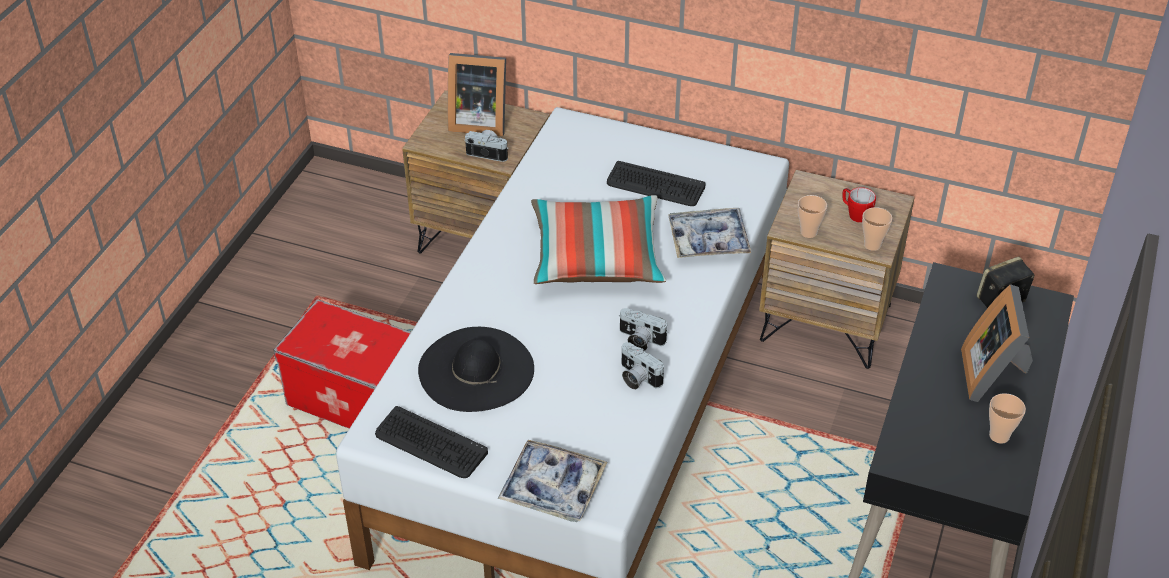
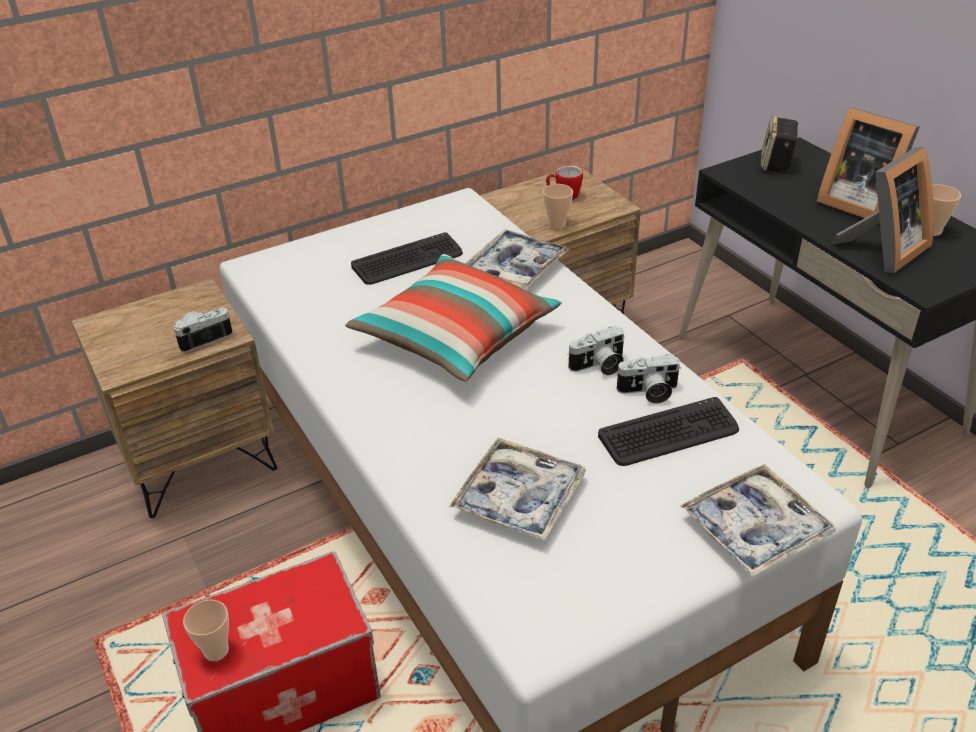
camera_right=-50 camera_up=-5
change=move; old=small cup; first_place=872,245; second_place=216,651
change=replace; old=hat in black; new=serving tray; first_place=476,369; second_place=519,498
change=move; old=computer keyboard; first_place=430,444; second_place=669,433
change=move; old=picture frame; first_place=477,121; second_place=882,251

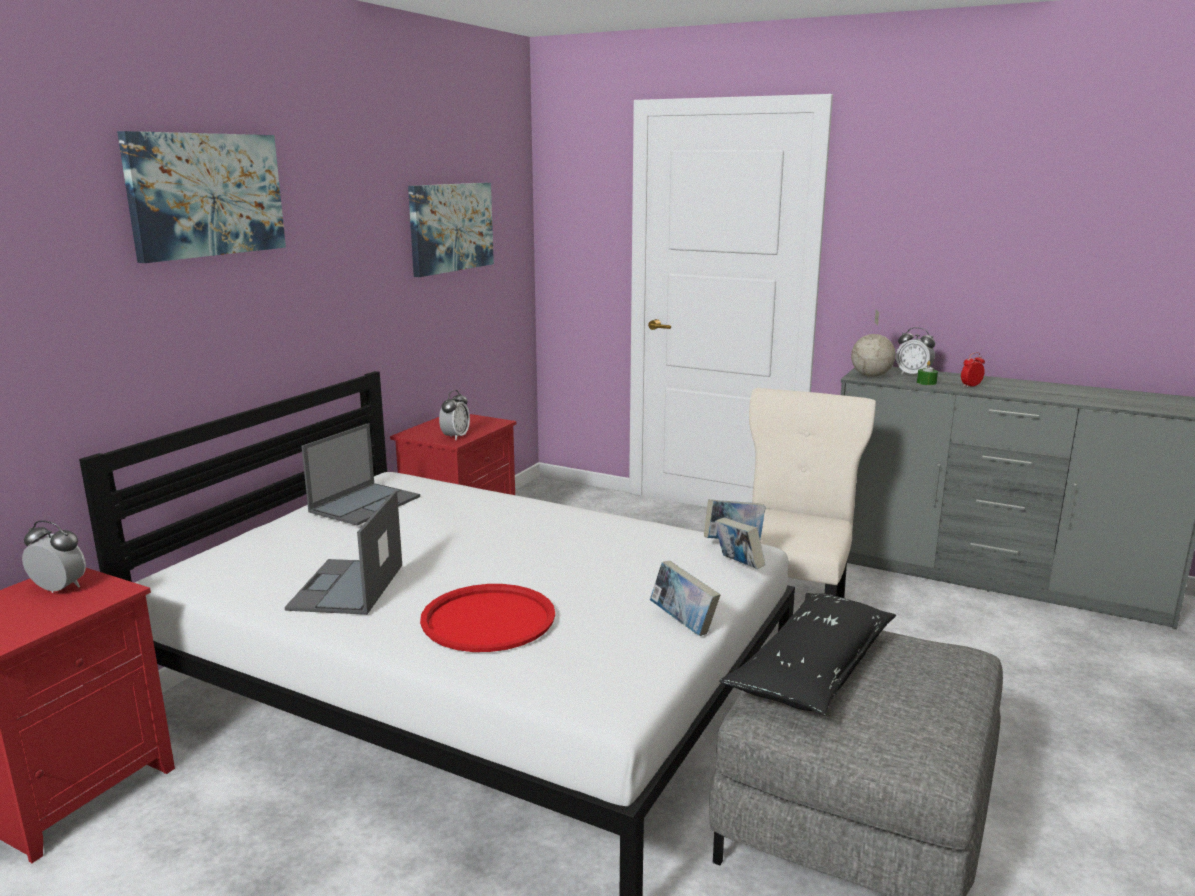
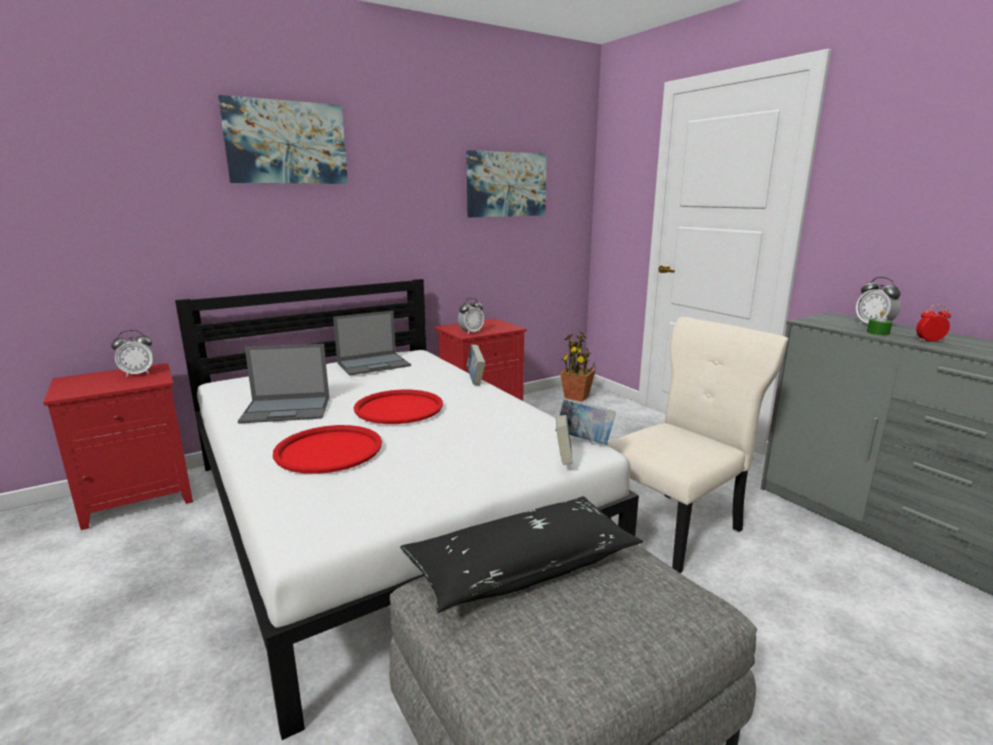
camera_right=30 camera_up=0
change=rotate; old=bedside clock; first_place=59,589; second_place=138,374; degrees=105
change=rotate; old=laptop; first_place=347,588; second_place=287,409; degrees=-135
change=insert; new=serving tray in reddish; second_place=399,408
change=move; old=book; first_place=683,623; second_place=475,380
change=insert; new=potted plant; second_place=577,397
change=delete; old=world globe; first_place=871,376

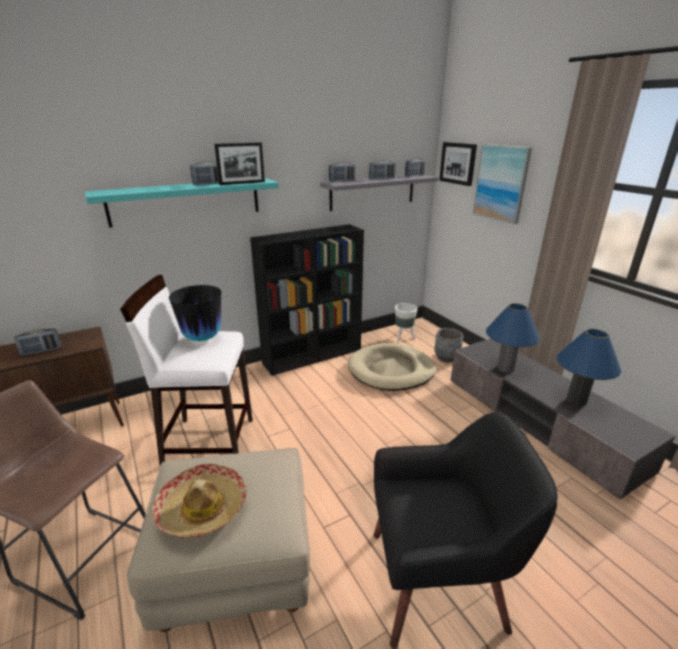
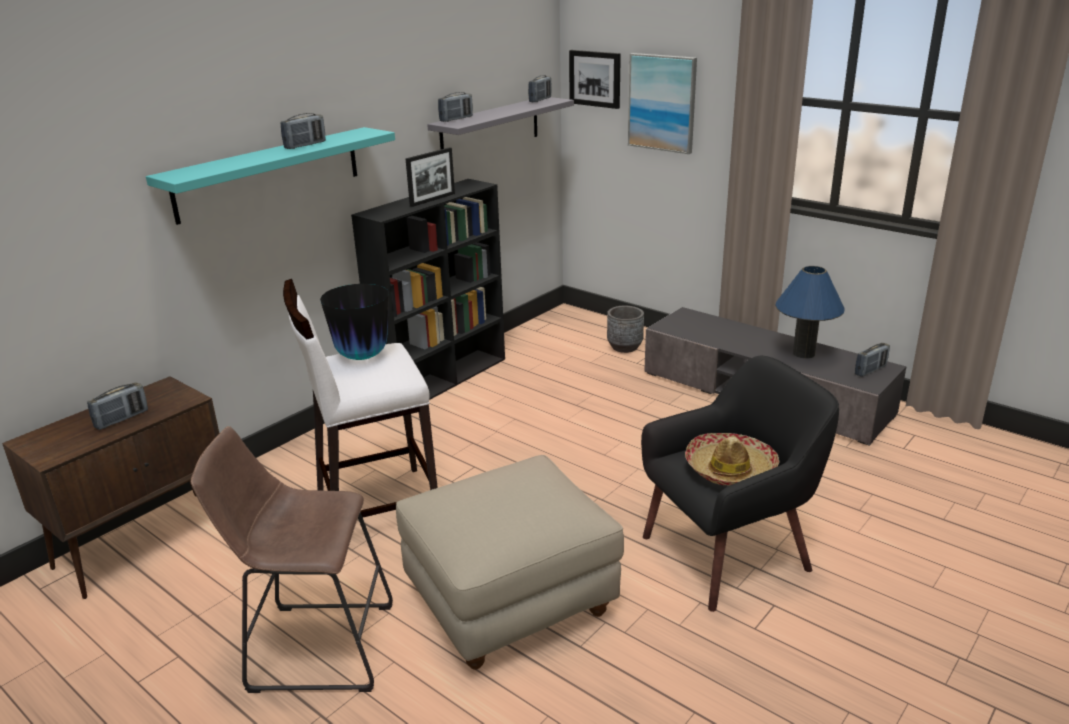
camera_right=-20 camera_up=0
change=move; old=picture frame; first_place=242,183; second_place=432,200
change=move; old=hat; first_place=203,508; second_place=730,469
change=move; old=radio receiver; first_place=382,178; second_place=870,370
change=delete; old=dog cushion in beige-coloured; first_place=391,370
change=delete; old=plant pot in white-coloured; first_place=403,337
change=delete; old=table lamp in bluish; first_place=505,368

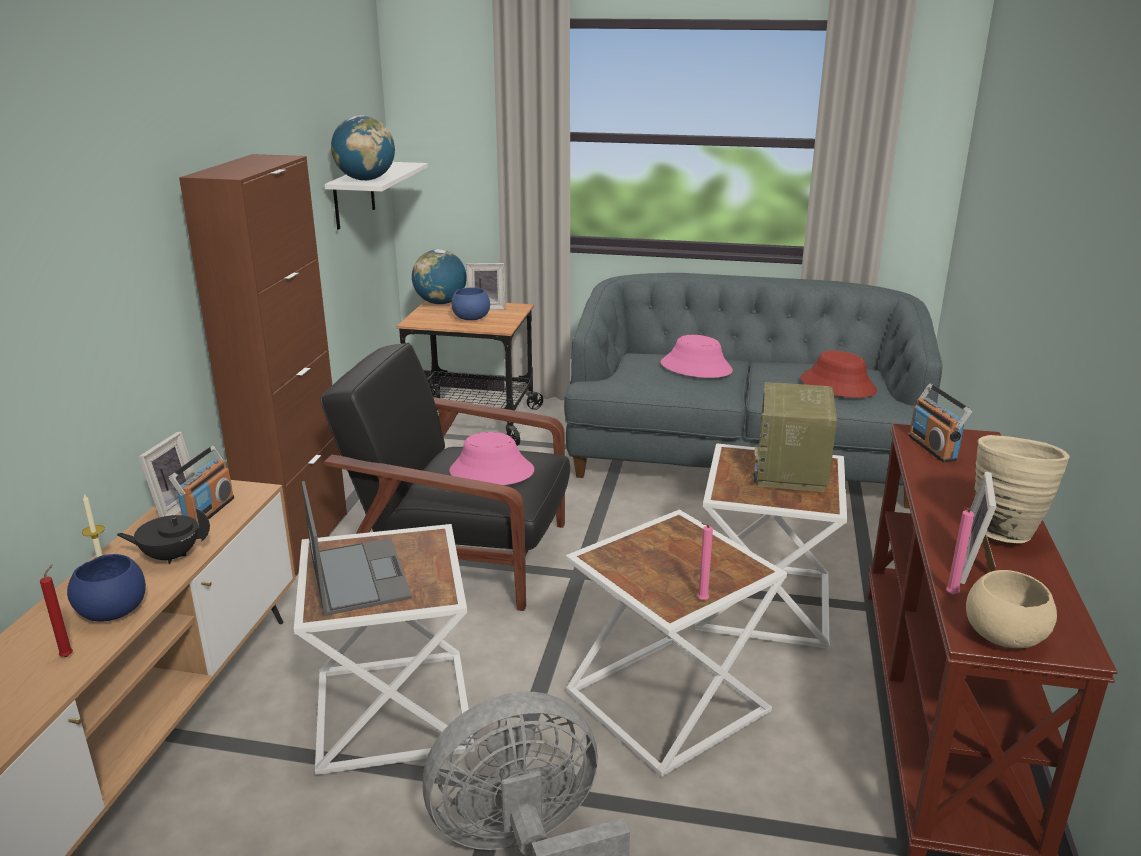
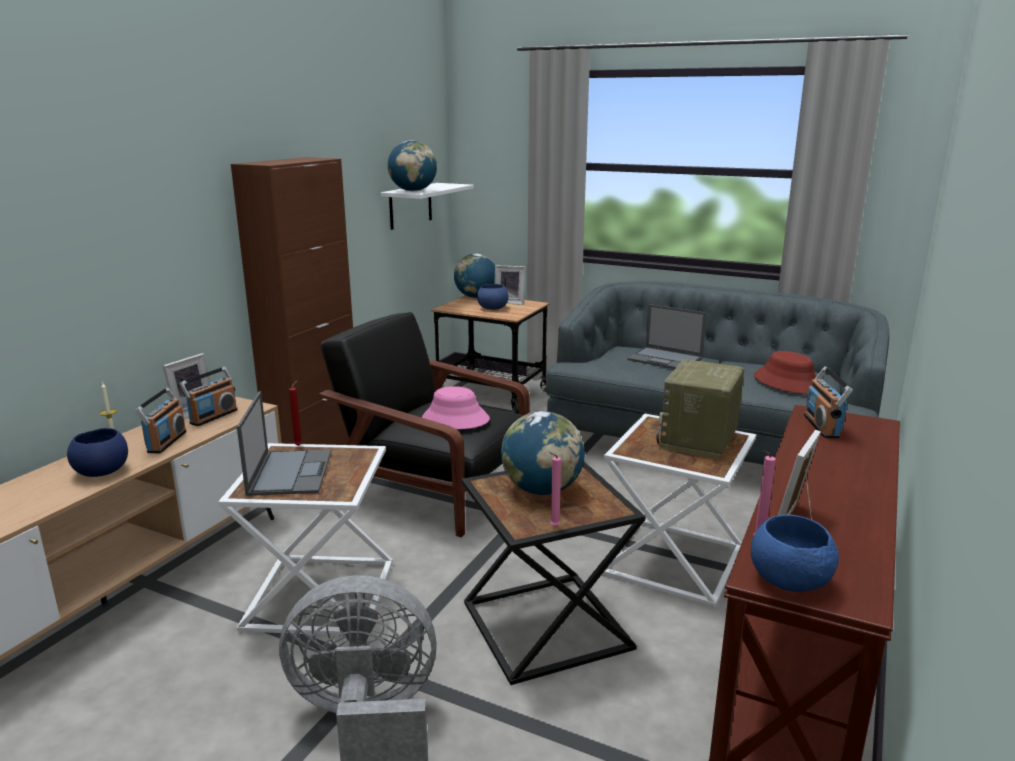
camera_right=15 camera_up=-5
change=replace; old=pot for tea in black; new=radio receiver; first_place=170,556; second_place=166,442
change=move; old=wax light in reddish; first_place=69,655; second_place=299,445
change=recolor; old=accent table in white-coloured; new=accent table in black; first_place=671,702; second_place=549,627
change=insert; new=world globe; second_place=542,490
change=replace; old=hat in pink; new=laptop; first_place=696,367; second_place=666,359
change=recolor; old=deep dish in beige-coloured; new=deep dish in bluish; first_place=1003,637; second_place=788,582
change=delete; old=vase in beige-coloured; first_place=1003,531

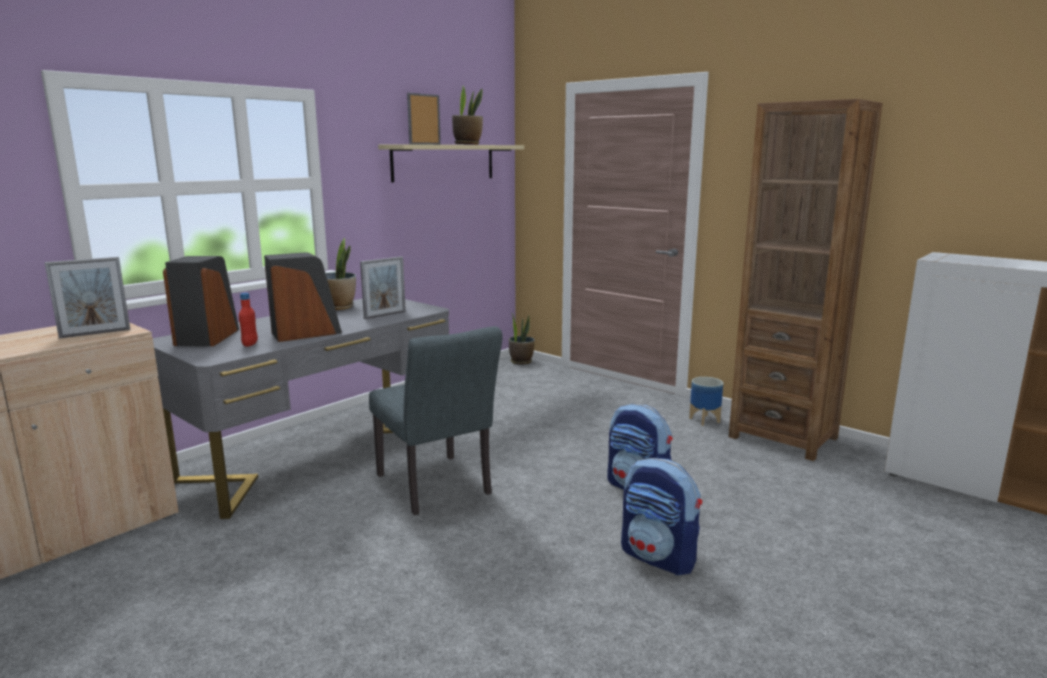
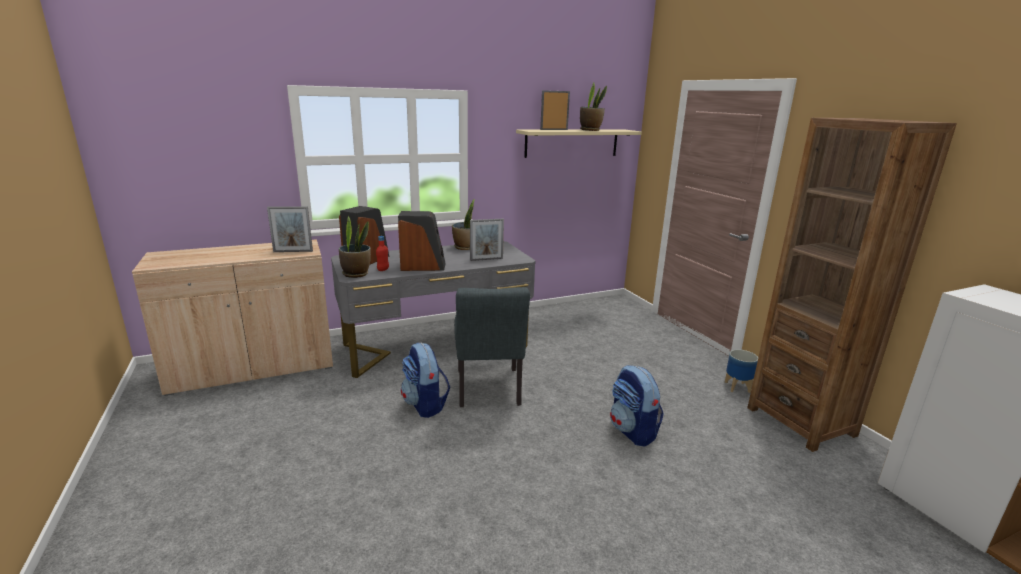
camera_right=25 camera_up=5
change=move; old=potted plant; first_place=521,361; second_place=356,274
change=move; old=backpack; first_place=659,557; second_place=425,405

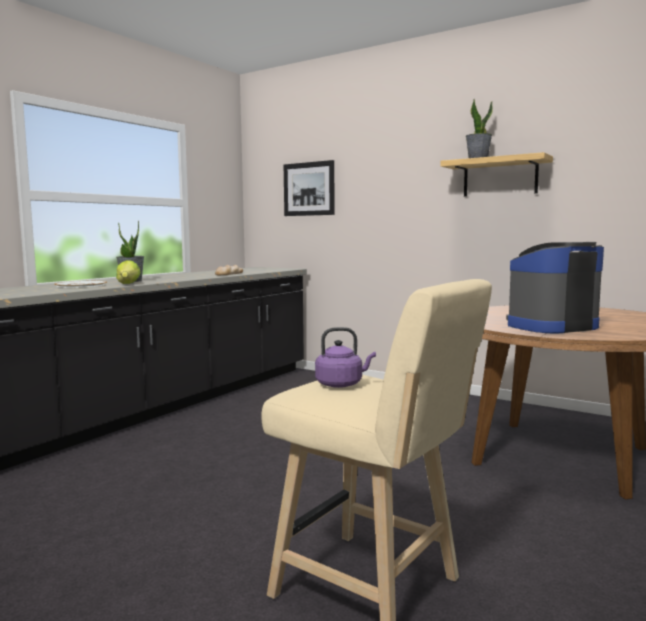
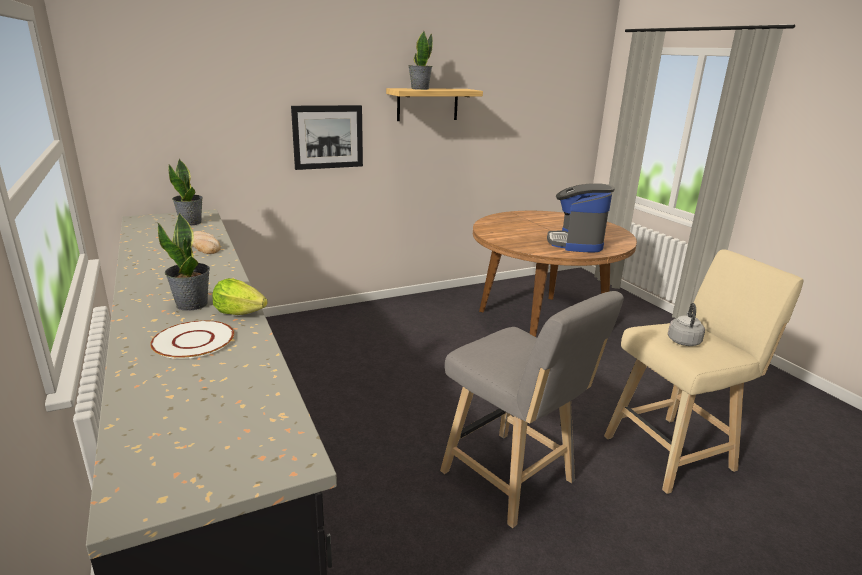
camera_right=-60 camera_up=15
change=insert; new=potted plant; second_place=191,222
change=move; old=picture; first_place=309,189; second_place=328,137
change=insert; new=stool in grey; second_place=512,481
change=recolor; old=water kettle in purplish; new=water kettle in grey; first_place=341,384; second_place=683,340

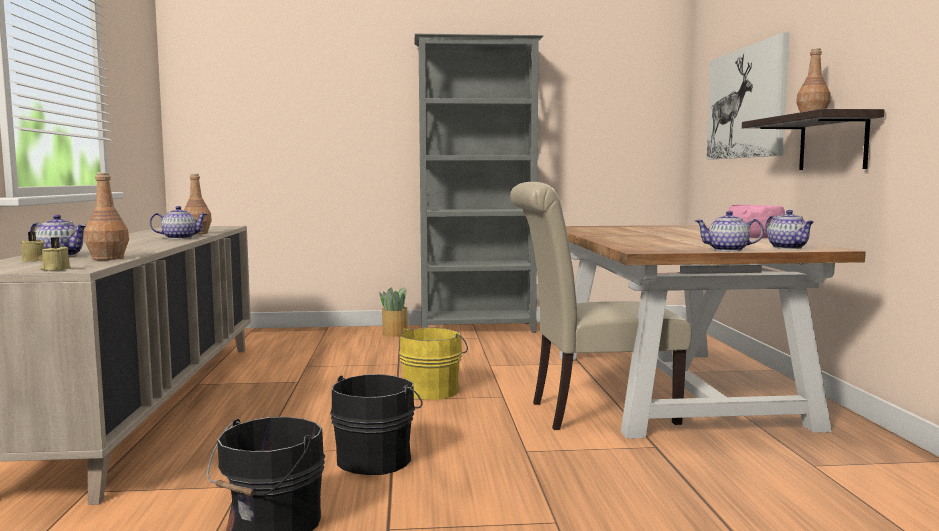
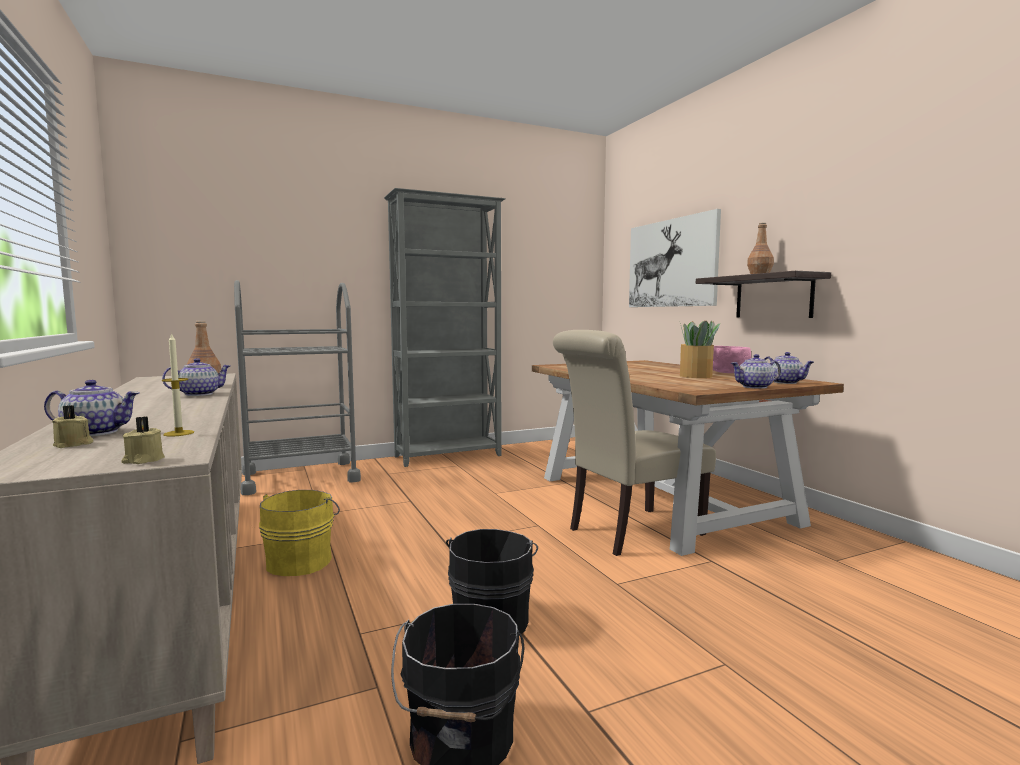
camera_right=-20 camera_up=0
change=replace; old=drink bottle in brown-coloured; new=wax light; first_place=108,258; second_place=179,433
change=insert; new=cart in grey; second_place=300,477
change=move; old=bucket in yellow; first_place=433,390; second_place=301,561
change=move; old=potted plant; first_place=395,333; second_place=695,376

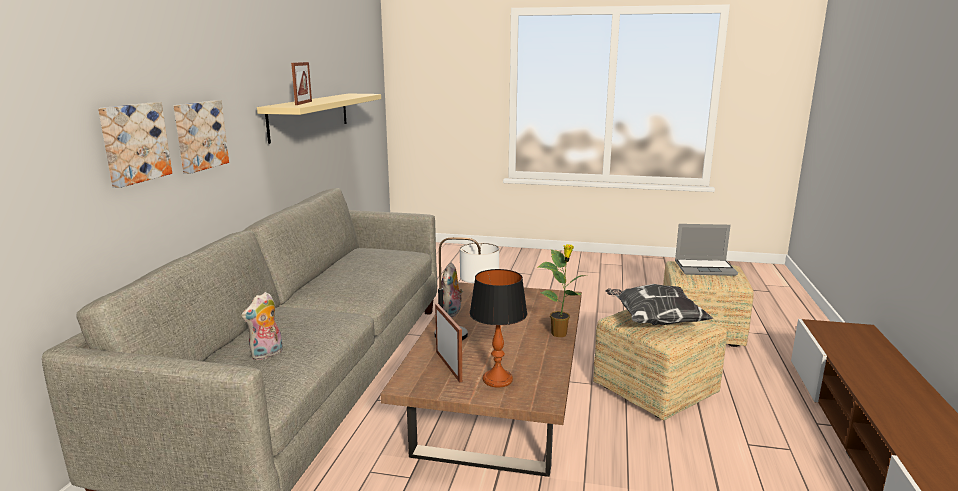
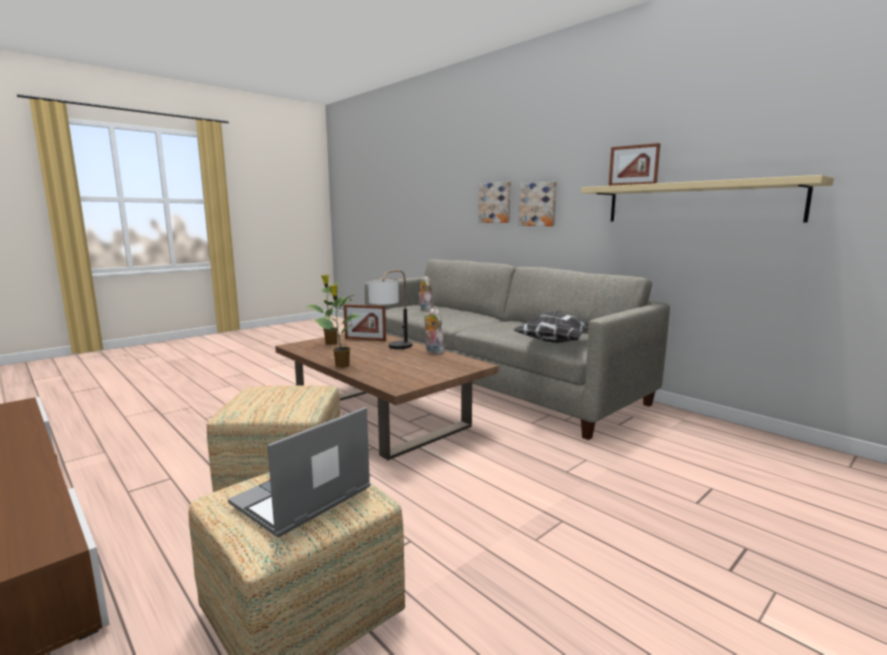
camera_right=125 camera_up=-5
change=replace; old=table lamp; new=potted plant; first_place=497,379; second_place=330,343
change=move; old=pillow; first_place=654,321; second_place=557,343

